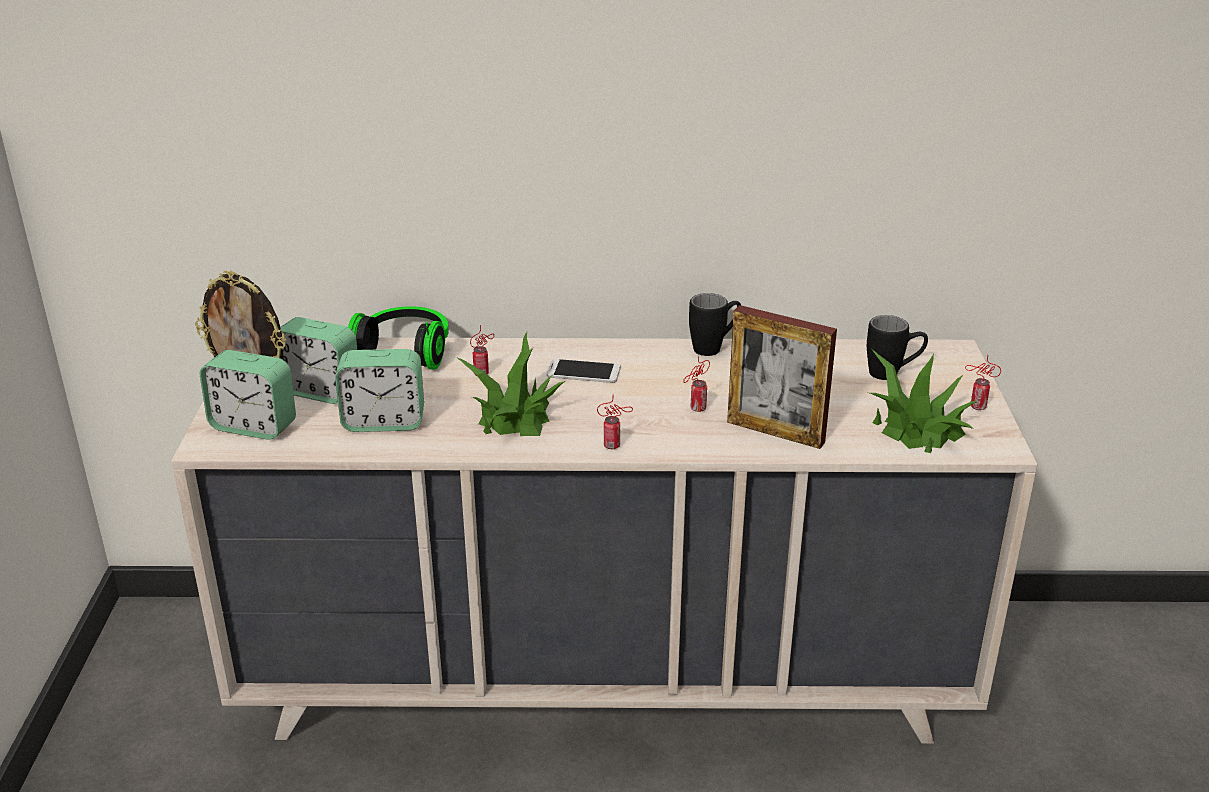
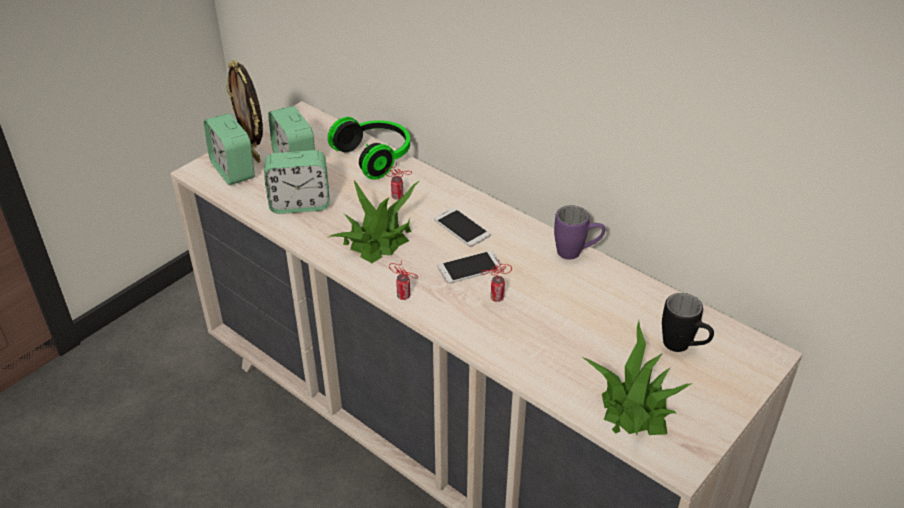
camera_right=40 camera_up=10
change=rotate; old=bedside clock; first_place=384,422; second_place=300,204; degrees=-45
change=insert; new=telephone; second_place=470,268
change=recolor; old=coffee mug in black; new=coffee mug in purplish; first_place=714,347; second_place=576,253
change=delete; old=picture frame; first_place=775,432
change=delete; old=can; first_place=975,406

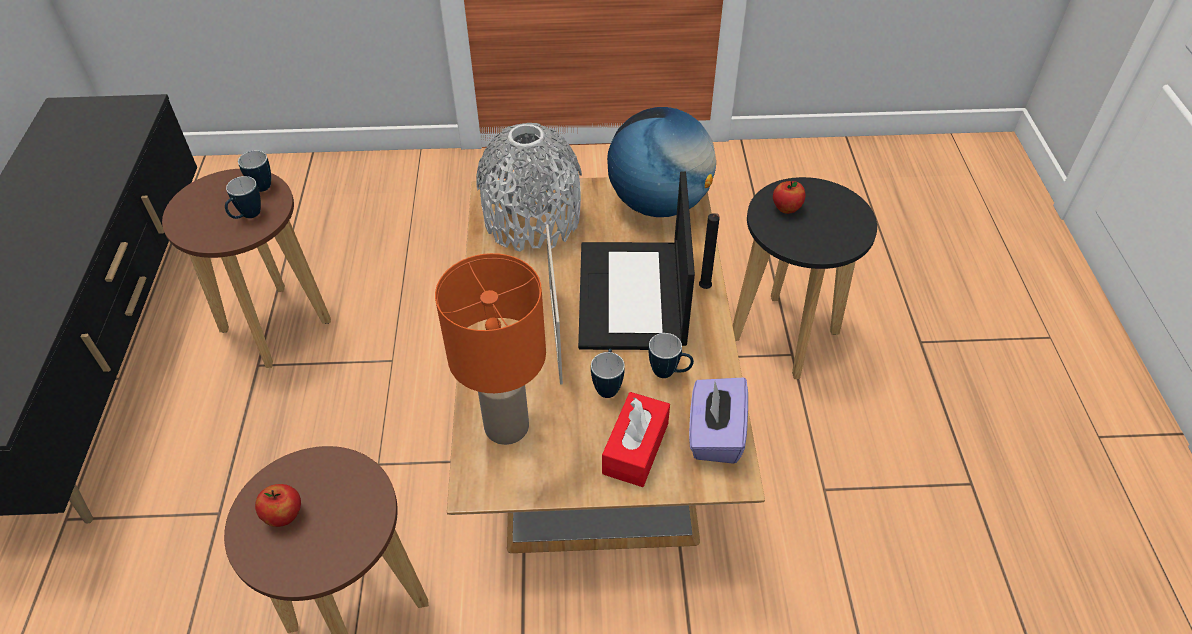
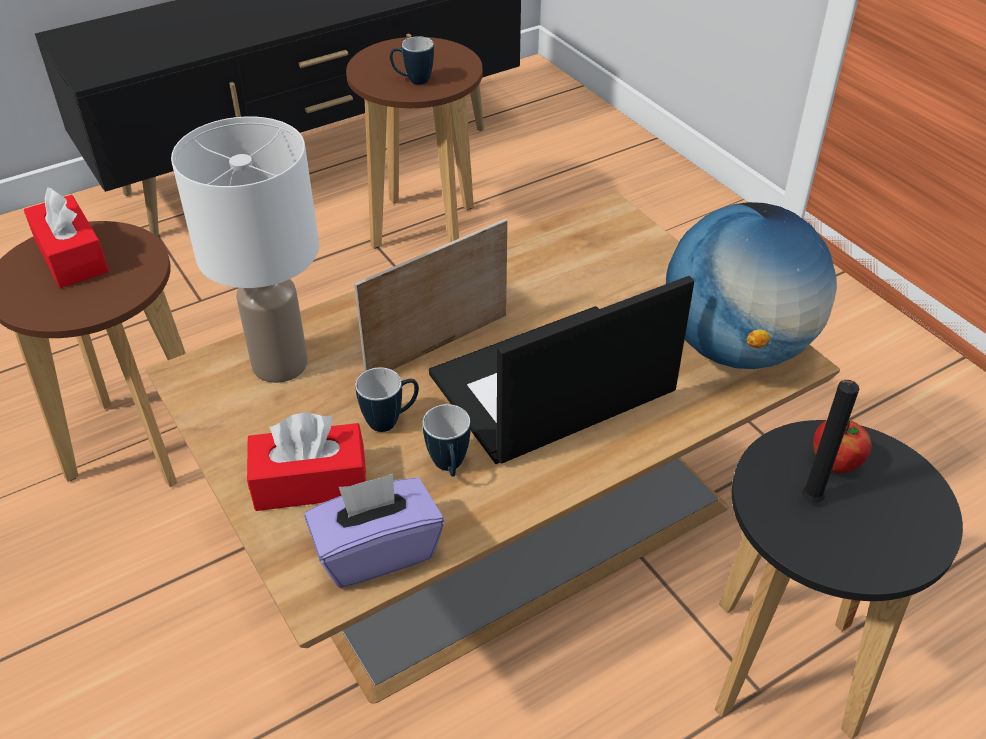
camera_right=60 camera_up=-5
change=replace; old=apple; new=tissue holder in reddish; first_place=284,515; second_place=71,256
change=recolor; old=table lamp in orangey; new=table lamp in white-coloured; first_place=505,426; second_place=279,362
change=move; old=wax light in black; first_place=705,289; second_place=808,502
change=delete; old=coffee mug; first_place=261,183
change=delete; old=vase in grey; first_place=532,220

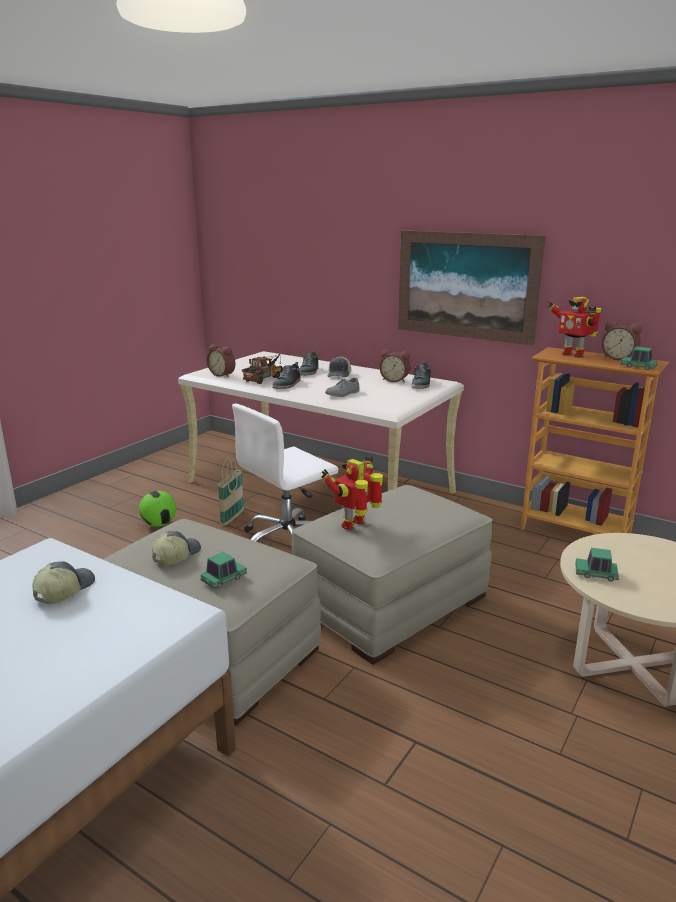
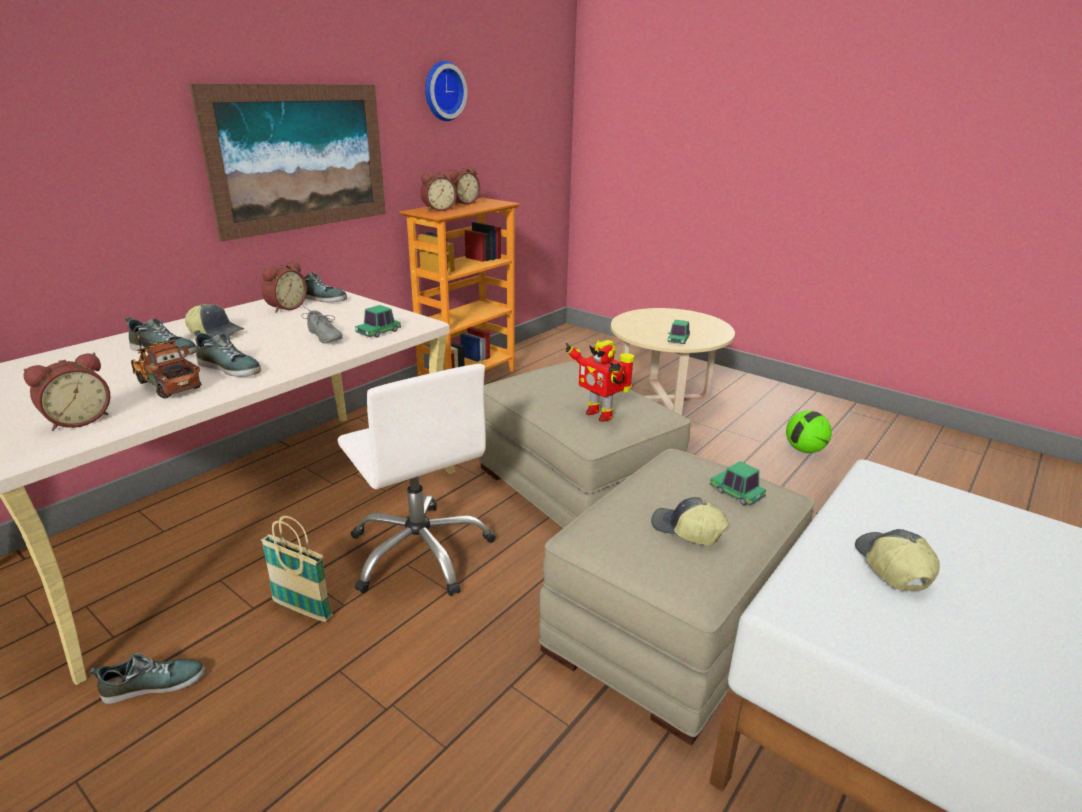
camera_right=-85 camera_up=5
change=insert; new=shoe; second_place=154,684
change=move; old=toy car; first_place=638,367; second_place=378,332
change=replace; old=model robot; new=bedside clock; first_place=573,354; second_place=438,209
change=insert; new=hanging clock; second_place=442,91
change=move; old=ball for football; first_place=159,524; second_place=804,450
change=rotate; old=cap; first_place=64,590; second_place=891,567; degrees=60

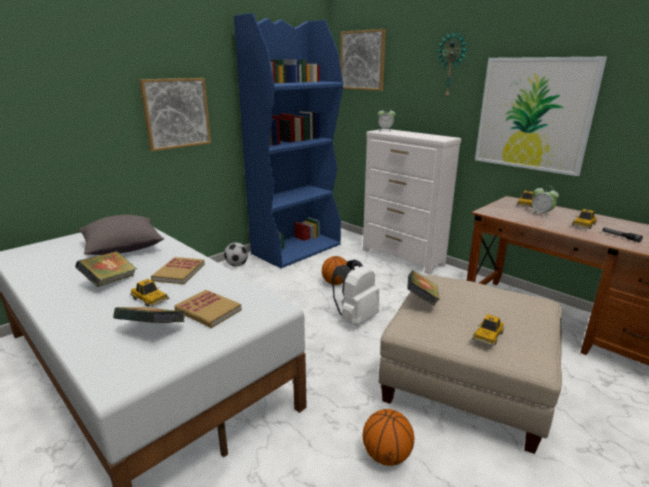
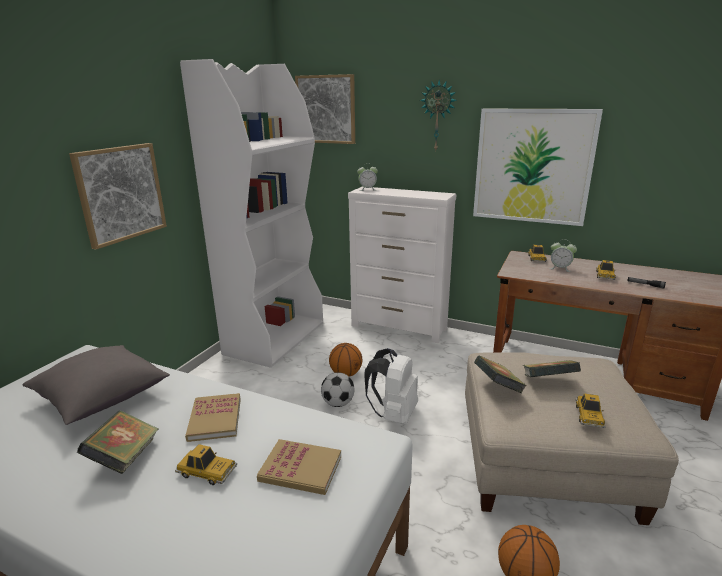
camera_right=-20 camera_up=0
change=recolor; old=shelving unit in bluish; new=shelving unit in white-coloured; first_place=297,249; second_place=275,338
change=move; old=ball for football; first_place=237,265; second_place=338,403
change=move; old=book; first_place=152,330; second_place=548,382

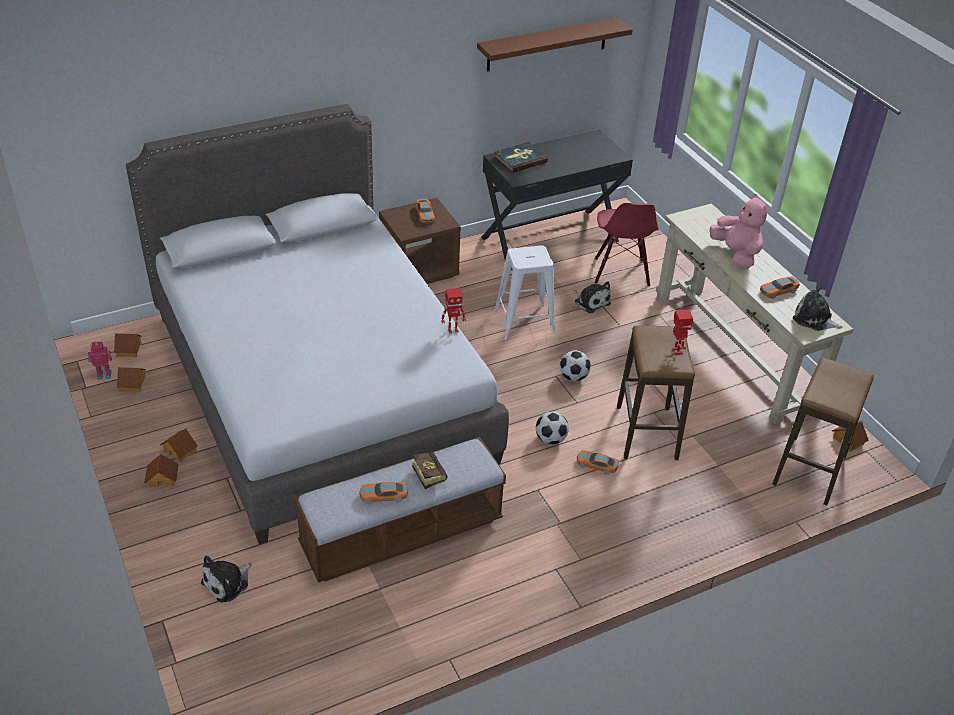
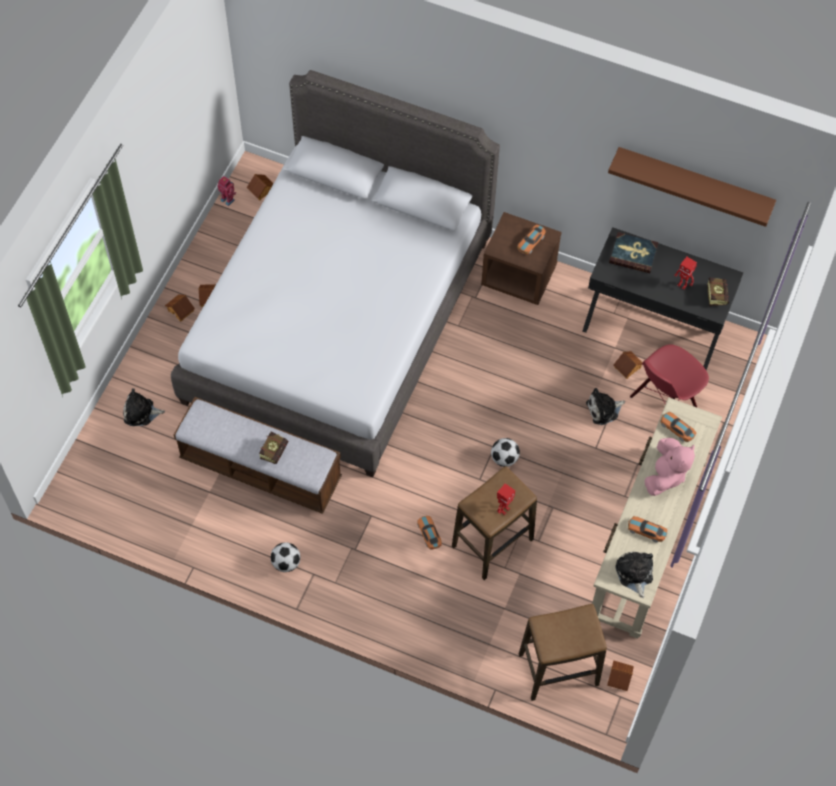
camera_right=50 camera_up=20
change=move; old=ball for football; first_place=550,439; second_place=286,563
change=rotate; old=plush toy; first_place=591,301; second_place=604,410; degrees=60
change=move; old=miniature house; first_place=133,384; second_place=627,368
change=move; old=toy car; first_place=383,495; second_place=677,428
change=move; old=model robot; first_place=452,330; second_place=682,285
change=insert; new=book; second_place=716,294
change=delete; old=stool in white-coloured; first_place=524,322

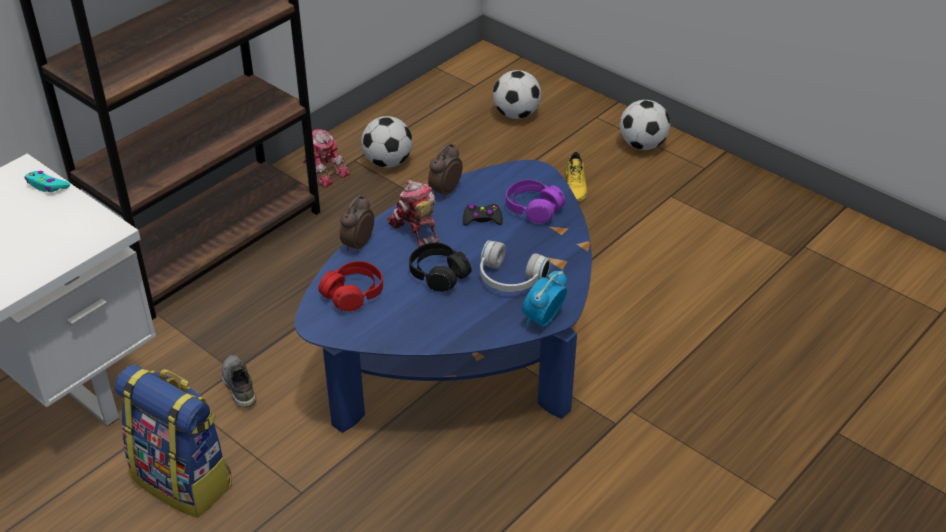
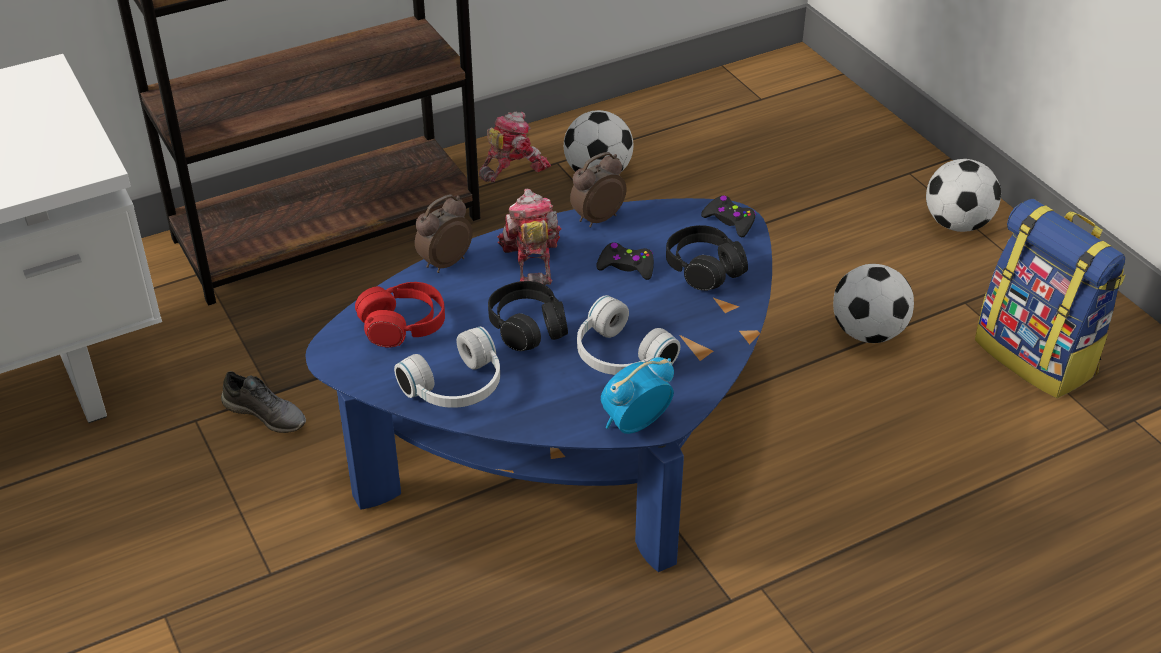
camera_right=20 camera_up=0
change=rotate; old=shoe in grey; first_place=238,386; second_place=266,414; degrees=120
change=insert; new=pair of headphones in white-coloured; second_place=458,388
change=rotate; old=model robot; first_place=324,170; second_place=512,167; degrees=-105
change=recolor; old=pair of headphones in purplish; new=pair of headphones in black; first_place=533,209; second_place=704,269
change=insert; new=gamepad in black; second_place=729,221
change=move; old=ball for football; first_place=516,115; second_place=868,333
change=move; old=backpack; first_place=184,480; second_place=1037,357
change=delete; old=gamepad in blue-green; first_place=47,186
change=delete; old=shoe in yellow; first_place=576,186

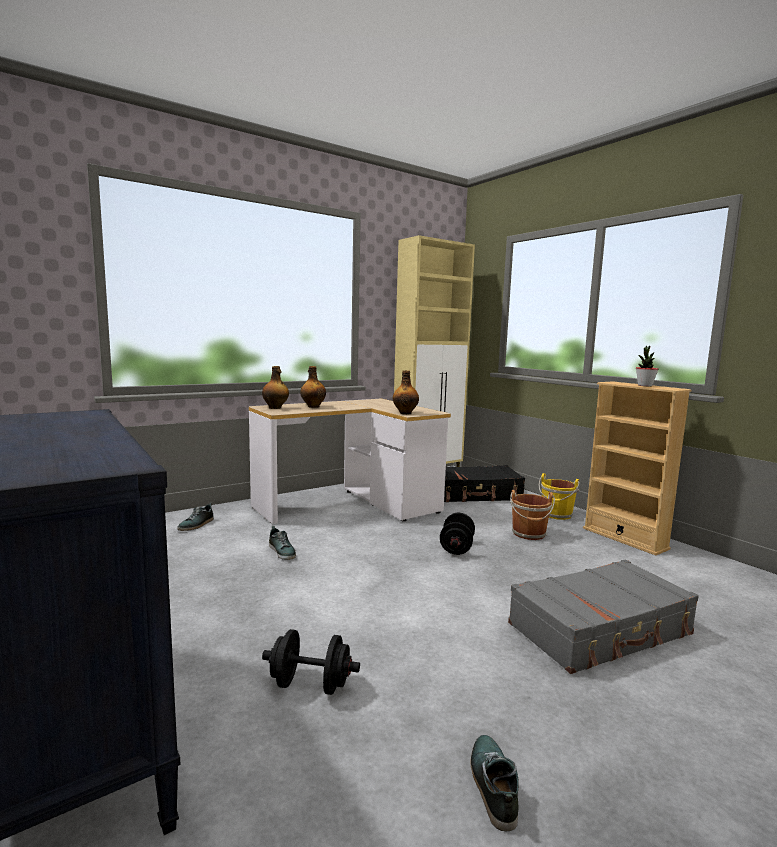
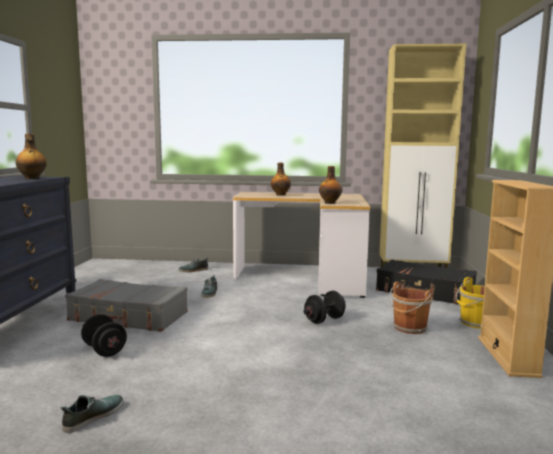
camera_right=40 camera_up=0
change=move; old=drink bottle; first_place=275,408; second_place=32,178
change=move; old=travel case in grey; first_place=601,630; second_place=128,317
change=delete; old=potted plant; first_place=644,385

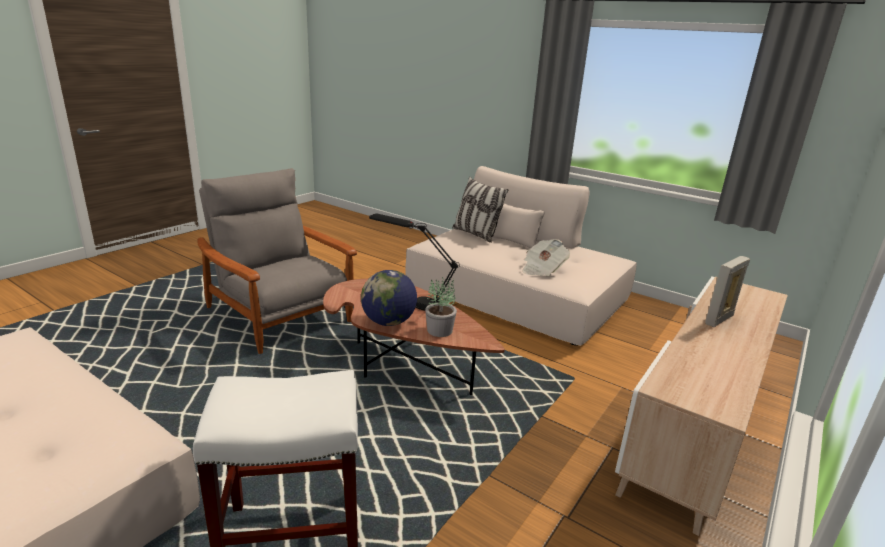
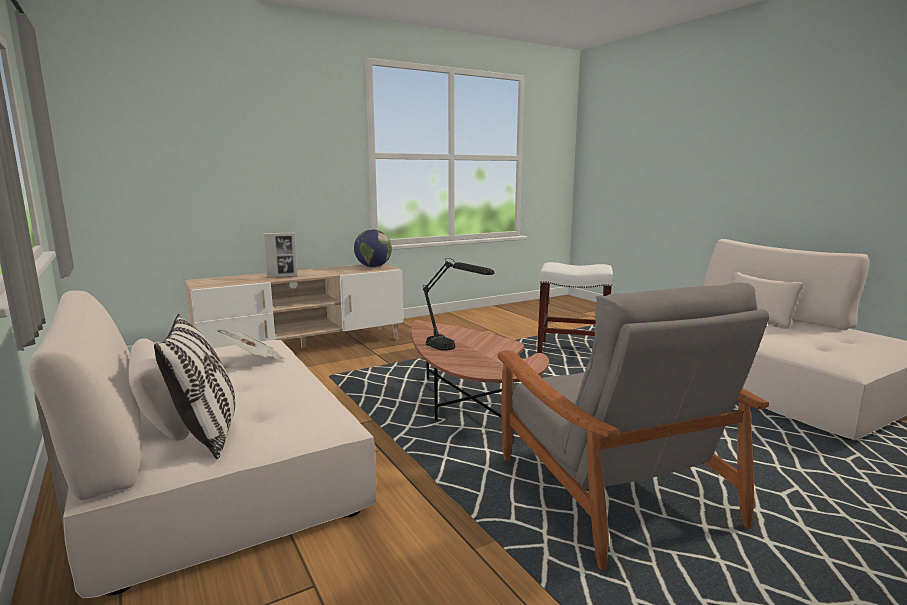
camera_right=-155 camera_up=-10
change=move; old=world globe; first_place=388,322; second_place=373,267
change=delete; old=potted plant; first_place=440,330

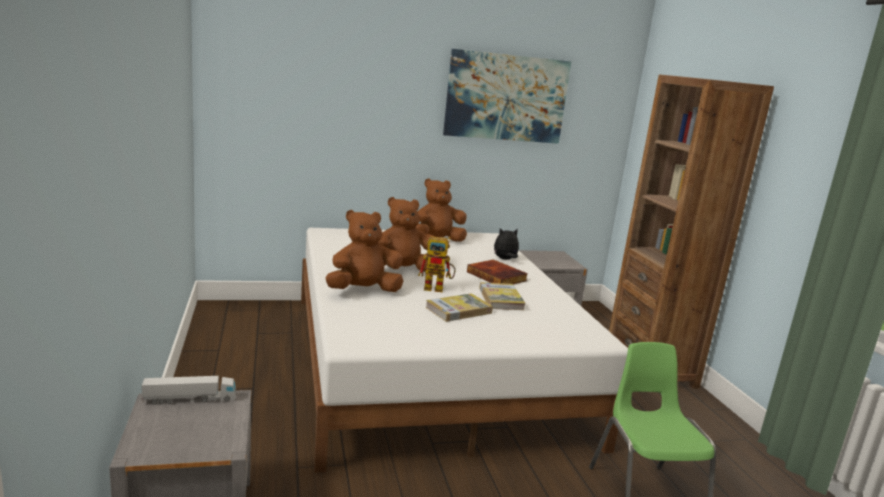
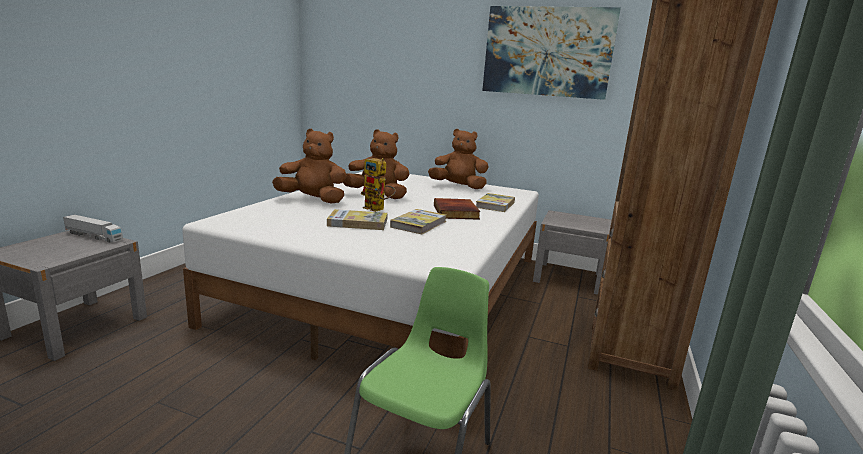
camera_right=35 camera_up=0
change=replace; old=plush toy; new=book; first_place=505,259; second_place=495,205

